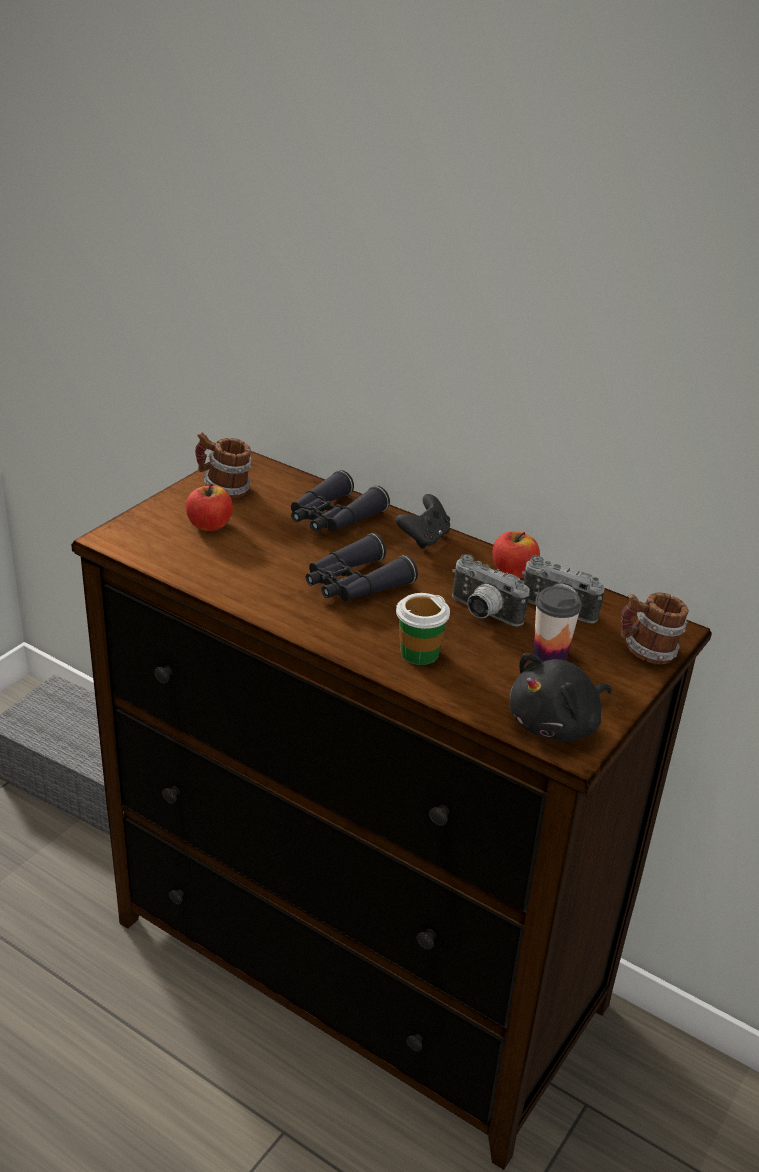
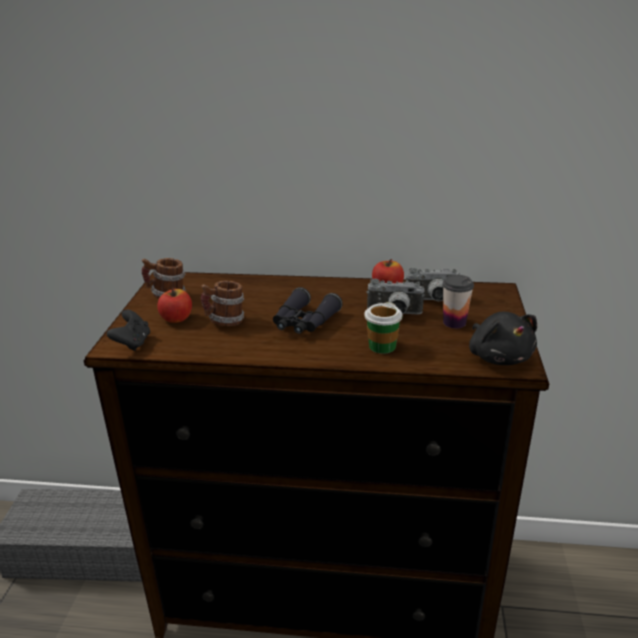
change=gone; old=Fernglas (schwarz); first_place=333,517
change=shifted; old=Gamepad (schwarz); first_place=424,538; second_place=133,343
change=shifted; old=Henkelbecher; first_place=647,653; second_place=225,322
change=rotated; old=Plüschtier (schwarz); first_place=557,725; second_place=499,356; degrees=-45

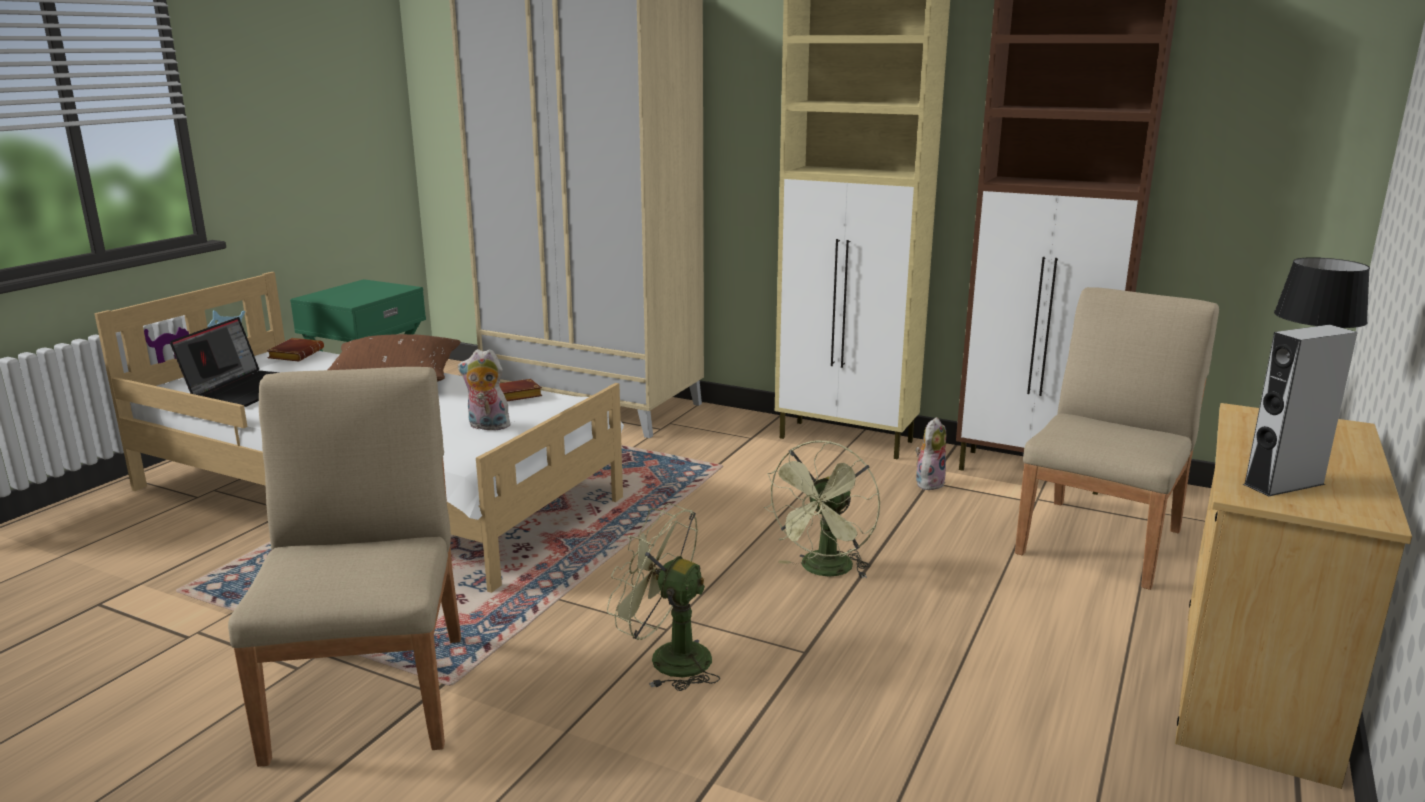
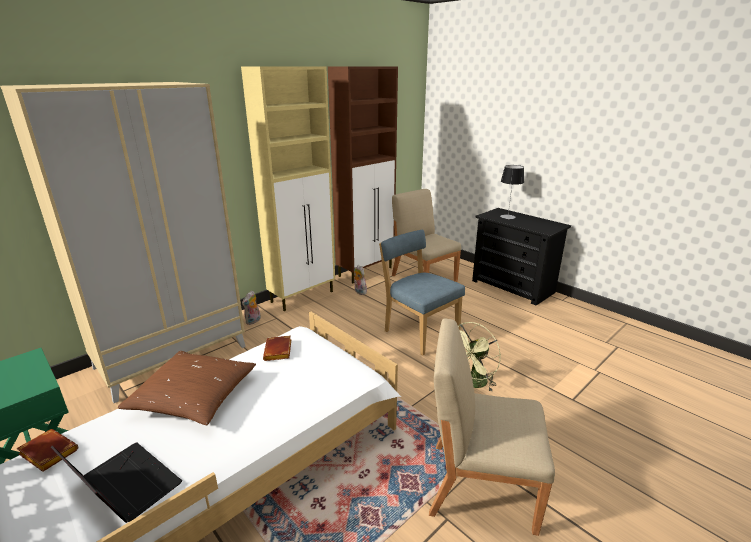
change=gone; old=Lautsprecher (grau); first_place=1283,484
change=shifted; old=Plüschtier; first_place=487,427; second_place=253,321
change=repainted; old=Kommode (beige); new=Kommode (schwarz); first_place=1254,689; second_place=513,287
change=swapped; old=Ventilator (grün); new=Stuhl (blau); first_place=824,571; second_place=418,332

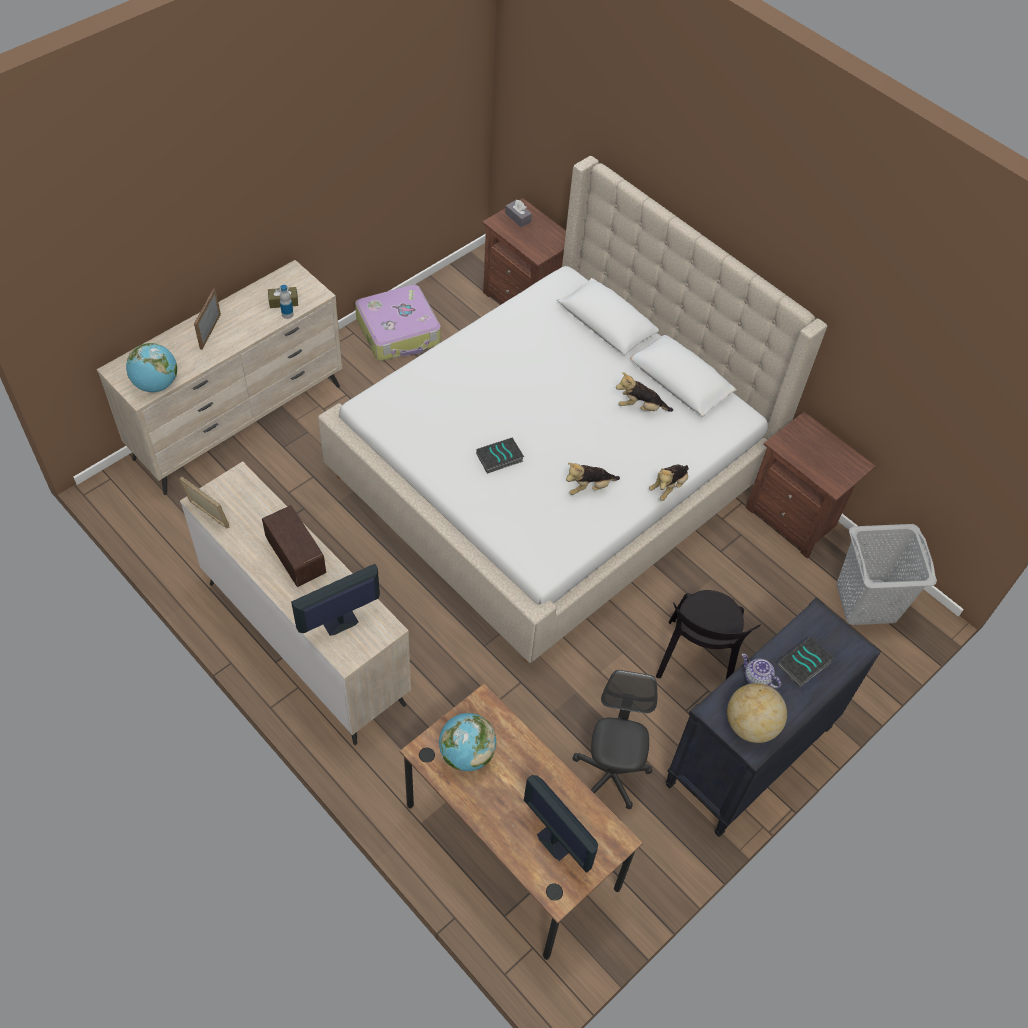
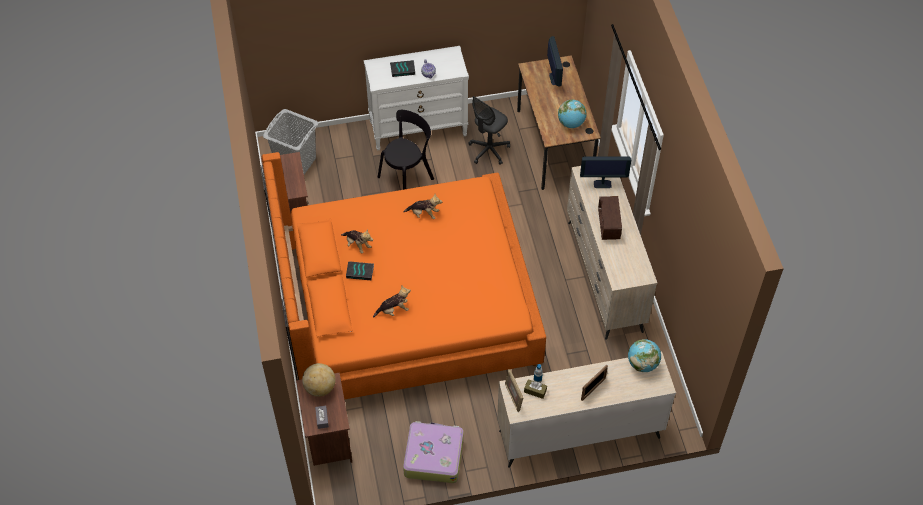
change=repainted; old=Bett (beige); new=Bett (orange); first_place=553,475; second_place=405,305
change=shifted; old=Buch; first_place=499,458; second_place=360,272
change=shifted; old=Plüschtier; first_place=668,487; second_place=393,310
change=shifted; old=Bilderrahmen; first_place=208,515; second_place=513,397
change=repainted; old=Kommode (schwarz); new=Kommode (weiß); first_place=748,757; second_place=418,128
change=shifted; old=Globus; first_place=750,725; second_place=320,388

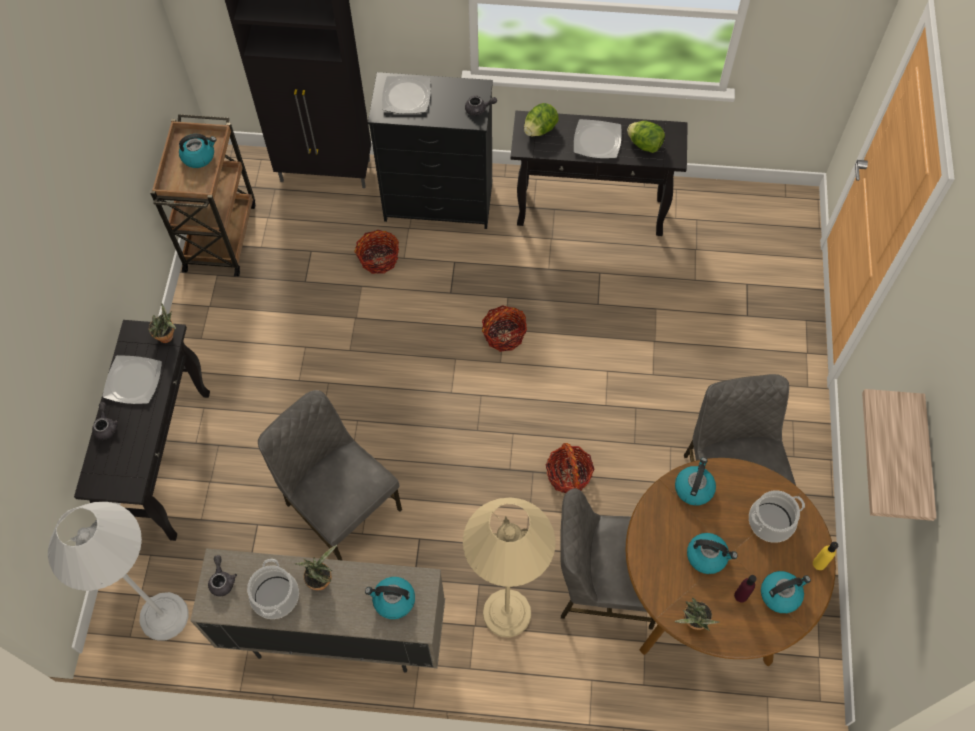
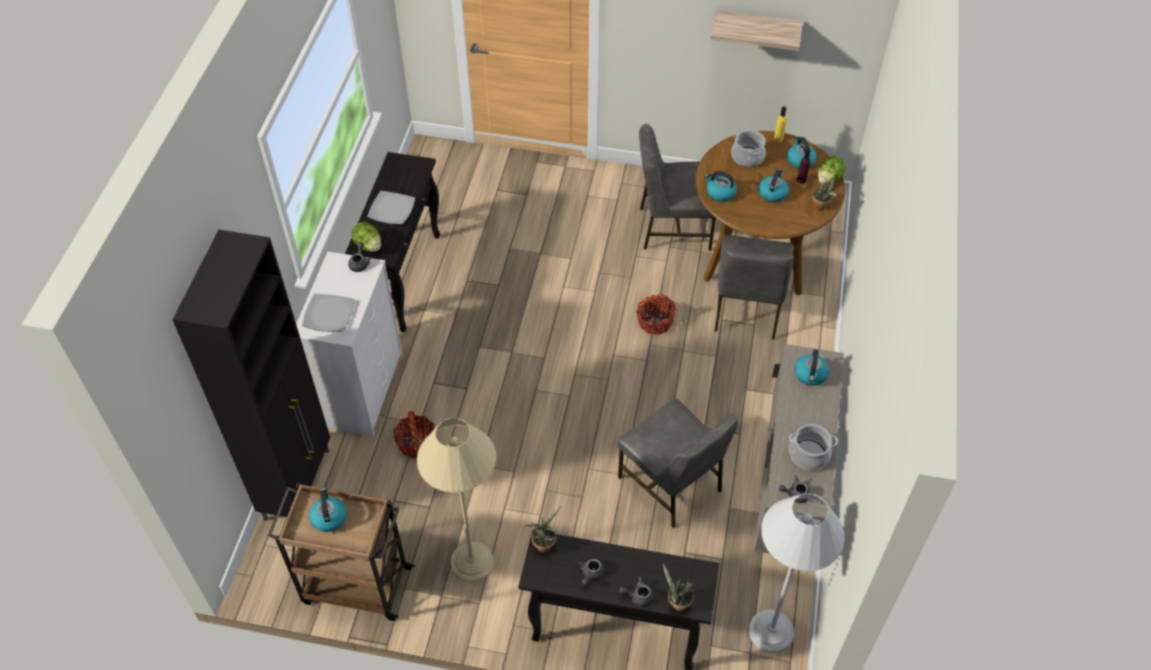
change=repainted; old=Kommode (schwarz); new=Kommode (weiß); first_place=439,201; second_place=362,389
change=shifted; old=Salatkopf; first_place=645,144; second_place=829,179
change=gone; old=Korb; first_place=504,335
change=swapped; old=Teller; new=Teekanne (grau); first_place=133,381; second_place=591,574
change=rotated; old=Stuhl (grau); first_place=341,506; second_place=672,484; degrees=-90
change=shifted; old=Stehlampe (beige); first_place=506,613; second_place=472,562
change=shifted; old=Topfpflanze; first_place=321,579; second_place=677,603

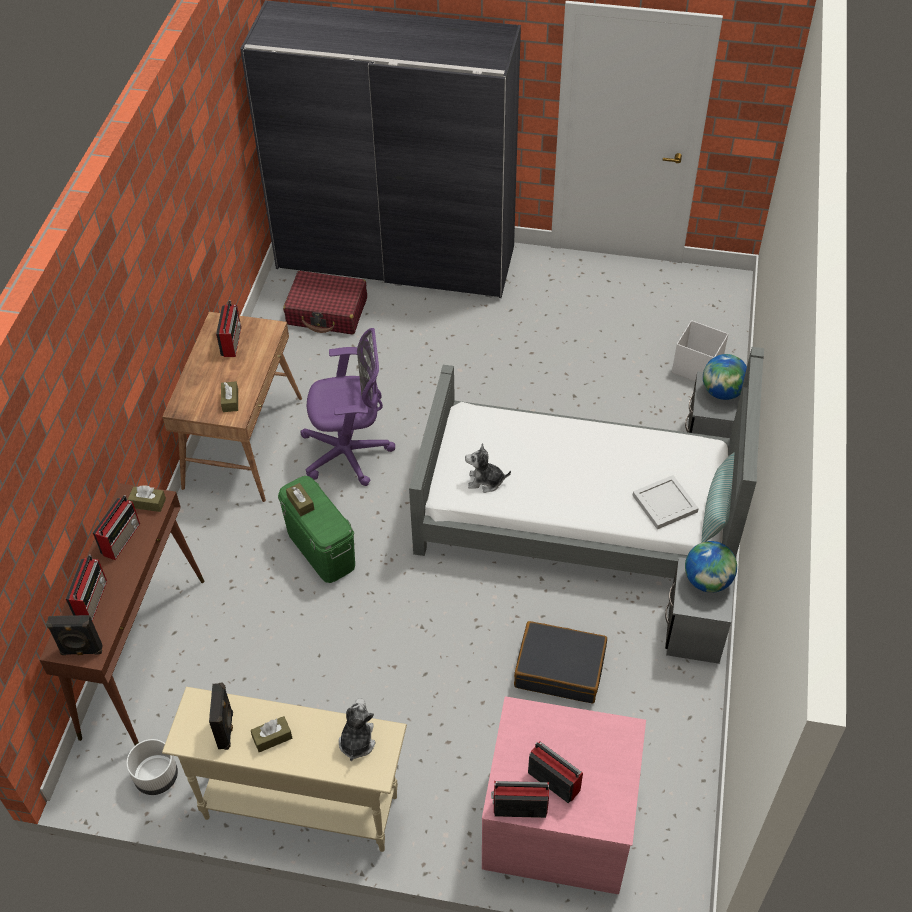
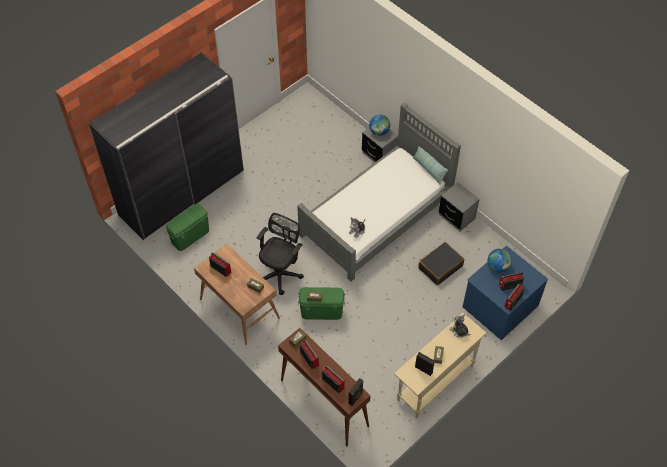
change=swapped; old=Koffer (rot); new=Aufbewahrungsbox (grün); first_place=327,312; second_place=190,236
change=gone; old=Aufbewahrungsbox (weiß); first_place=696,367
change=repainted; old=Bürostuhl (lila); new=Bürostuhl (schwarz); first_place=350,453; second_place=280,273
change=gone; old=Tablett (weiß); first_place=665,503
change=shifted; old=Globus; first_place=707,581; second_place=497,266
change=repainted; old=Kommode (rosa); new=Kommode (blau); first_place=559,820; second_place=499,305
change=gone; old=Pflanzkübel (weiß); first_place=157,777

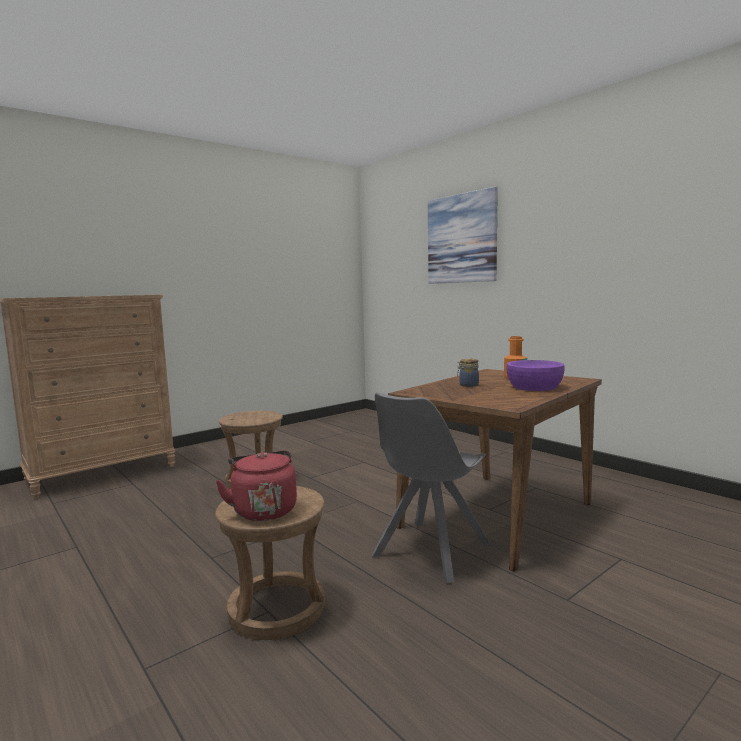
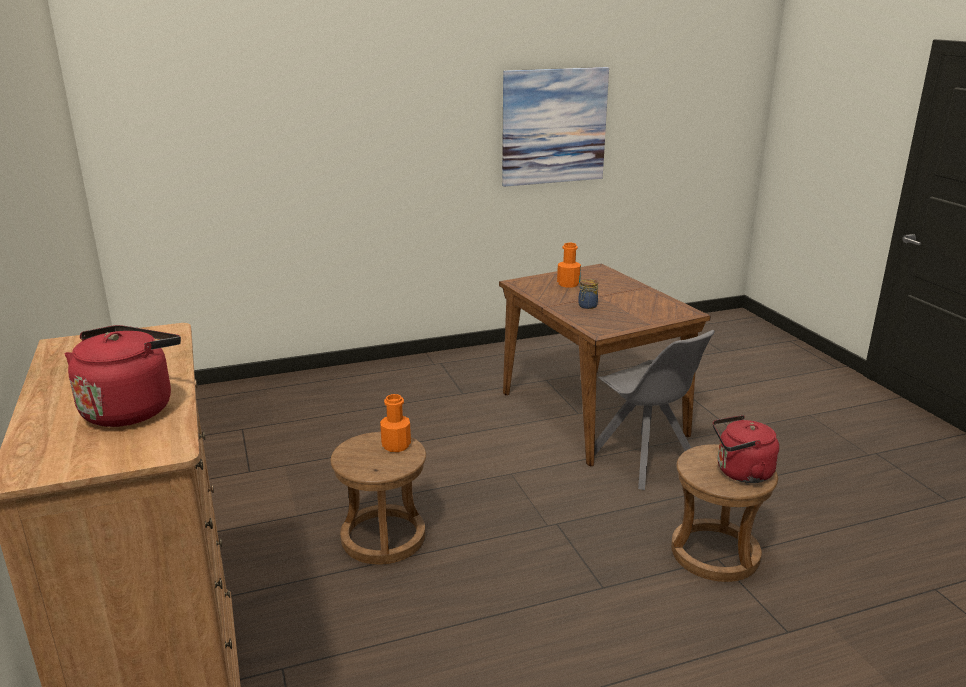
change=shifted; old=Bild; first_place=461,239; second_place=554,126
change=gone; old=Schüssel (lila); first_place=534,387
change=new; new=Wasserkessel (rot); second_place=131,408
change=new; new=Flasche (orange); second_place=396,445

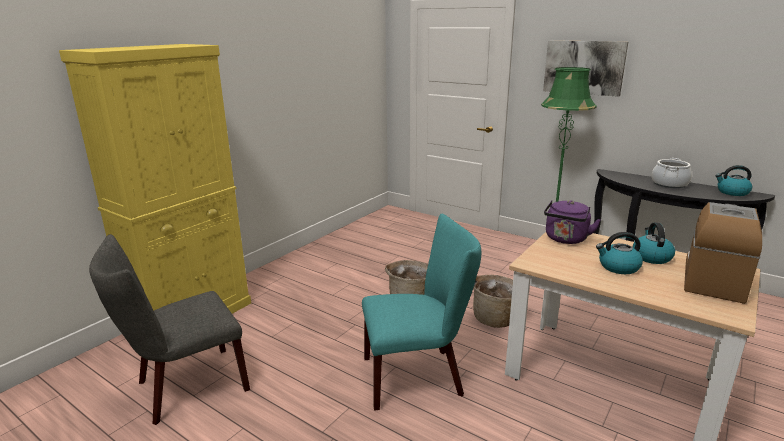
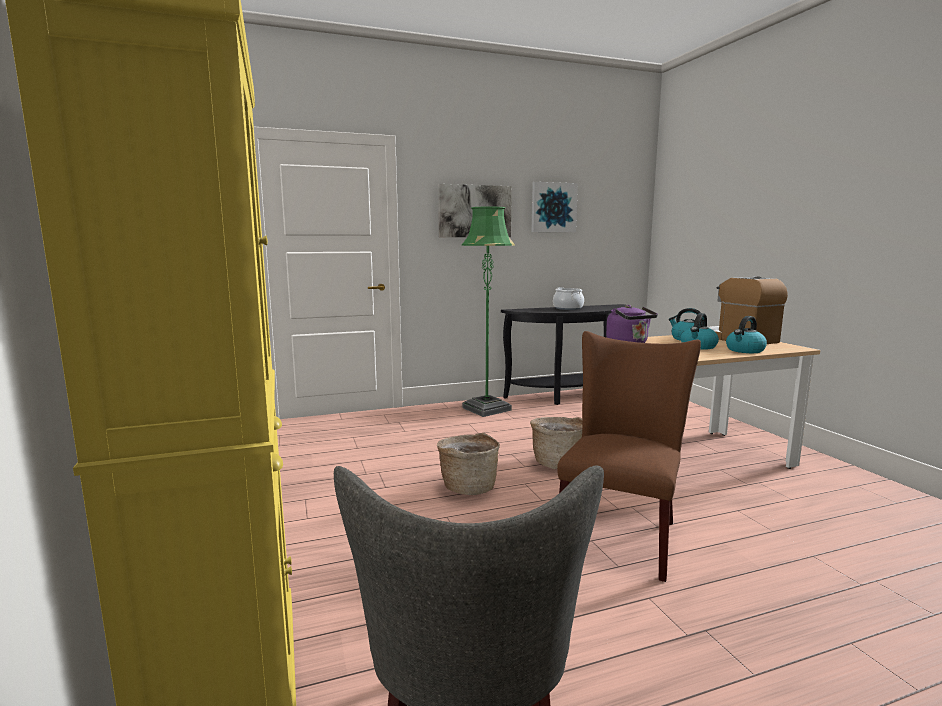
change=shifted; old=Wasserkessel; first_place=732,192; second_place=745,350
change=repainted; old=Stuhl (türkis); new=Stuhl (braun); first_place=419,376; second_place=620,533
change=new; new=Bild; second_place=553,207

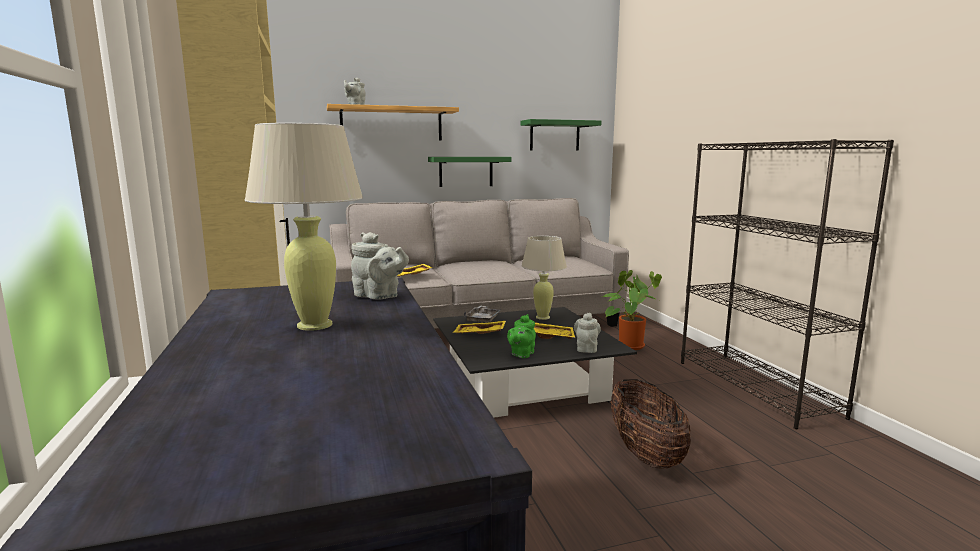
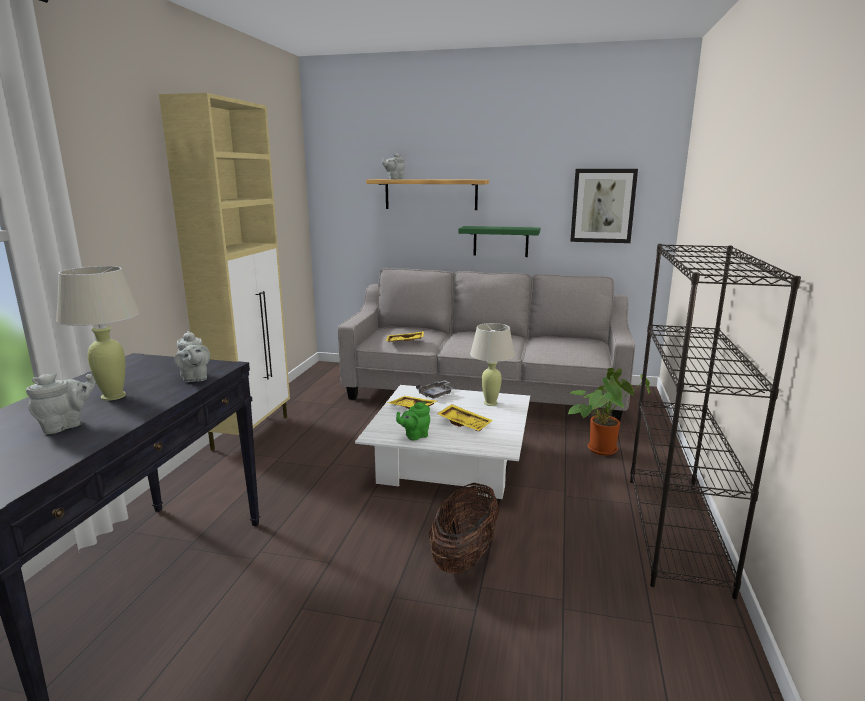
change=swapped; old=Wandregal (grün); new=Bild; first_place=554,136; second_place=602,206
change=repainted; old=Couchtisch (schwarz); new=Couchtisch (weiß); first_place=525,383; second_place=451,461
change=shifted; old=Teekanne (grau); first_place=586,348; second_place=66,425

